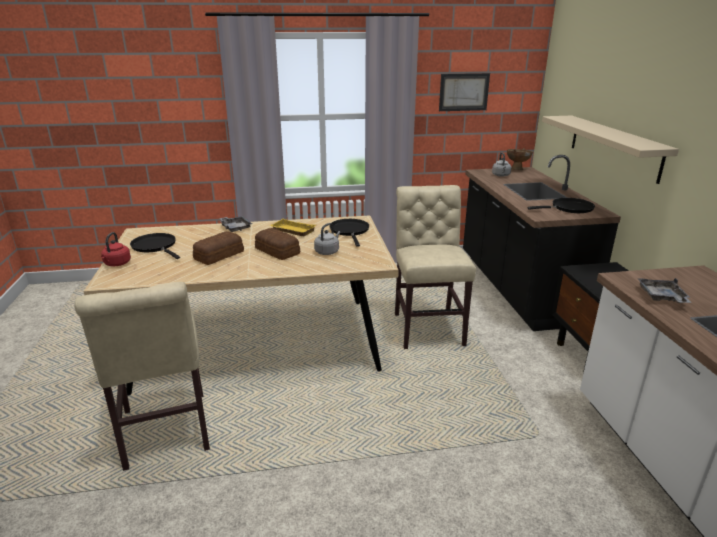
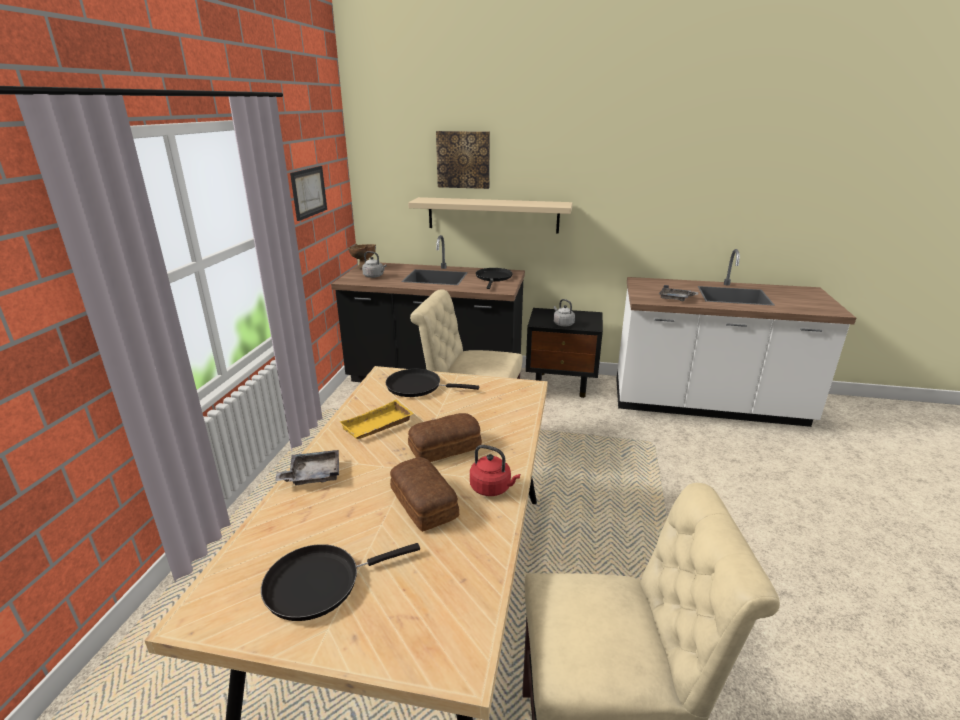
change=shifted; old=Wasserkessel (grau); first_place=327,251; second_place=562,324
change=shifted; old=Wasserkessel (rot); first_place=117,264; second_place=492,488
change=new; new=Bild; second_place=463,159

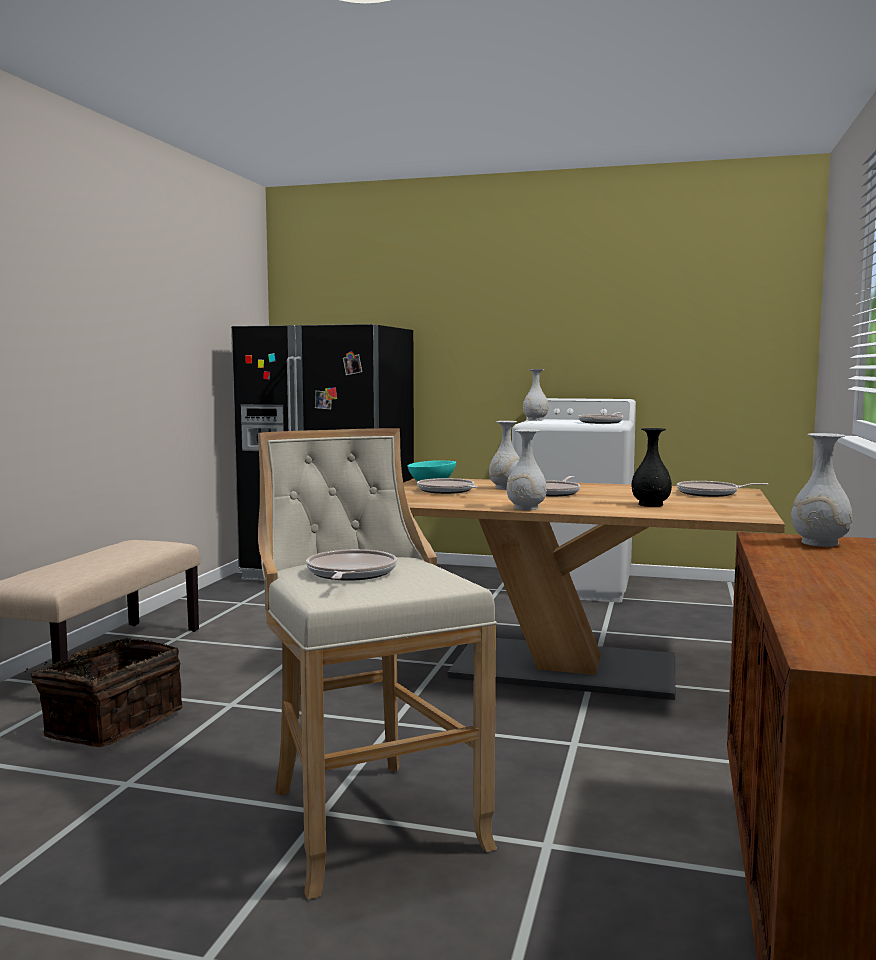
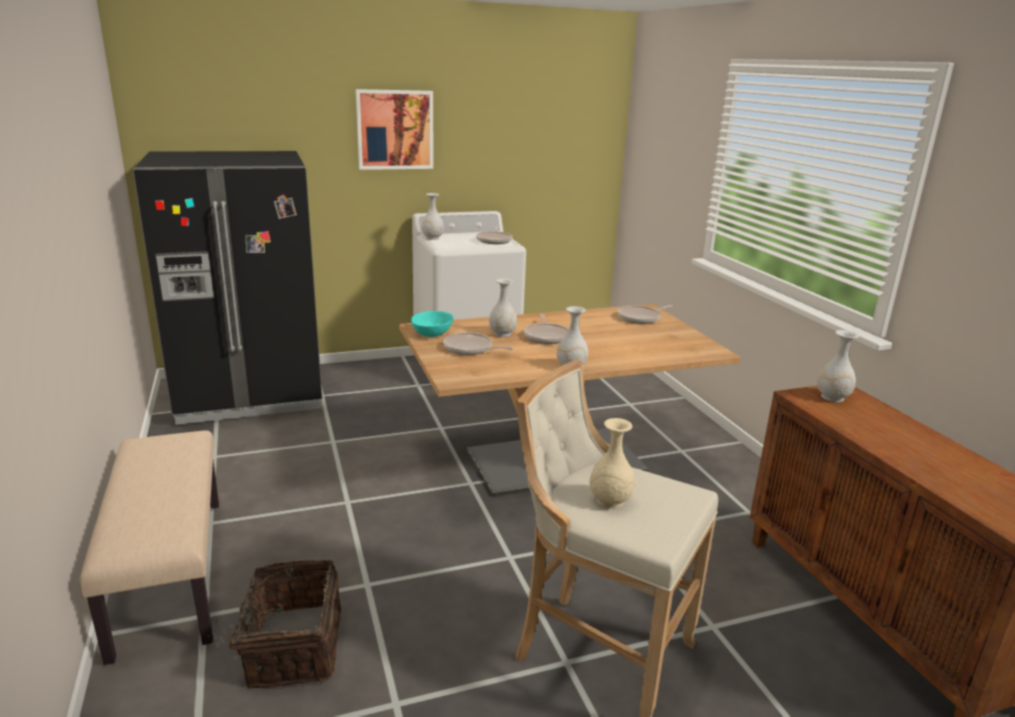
change=gone; old=Vase (schwarz); first_place=651,505
change=swapped; old=Pfanne; new=Vase (beige); first_place=350,574; second_place=609,501
change=new; new=Bild; second_place=395,129

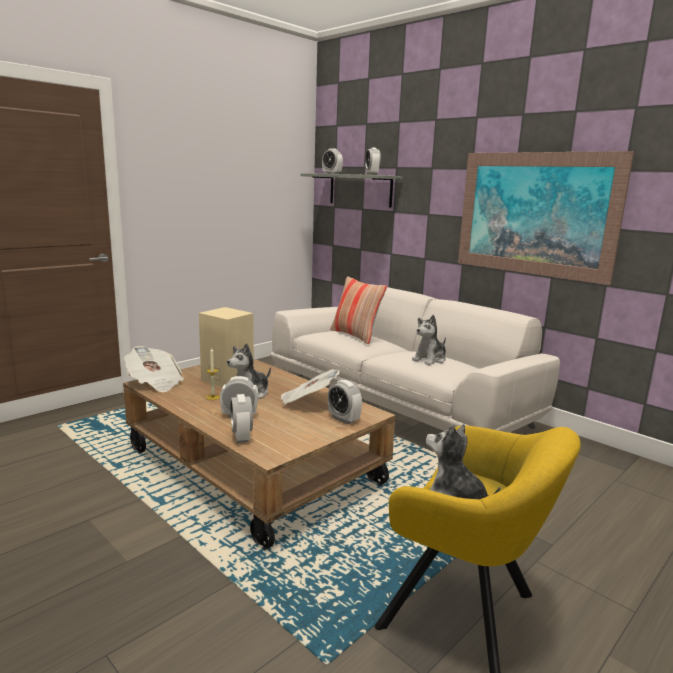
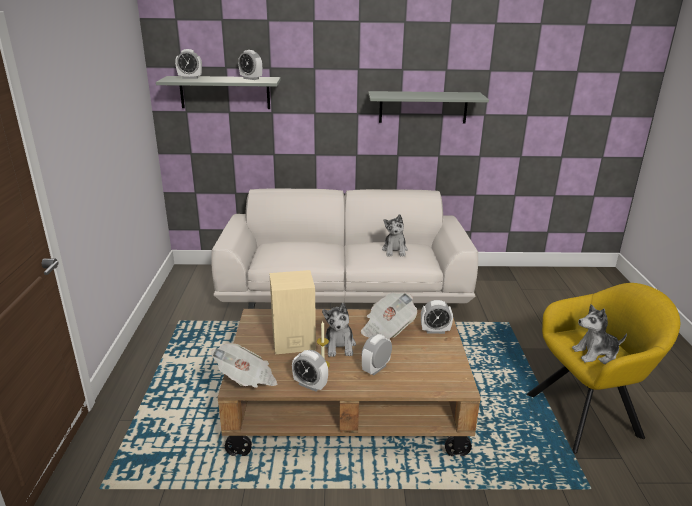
change=swapped; old=Bild; new=Wandregal (grau); first_place=535,214; second_place=423,107
change=gone; old=Kissen; first_place=355,335
change=shifted; old=Wecker; first_place=241,437; second_place=310,385

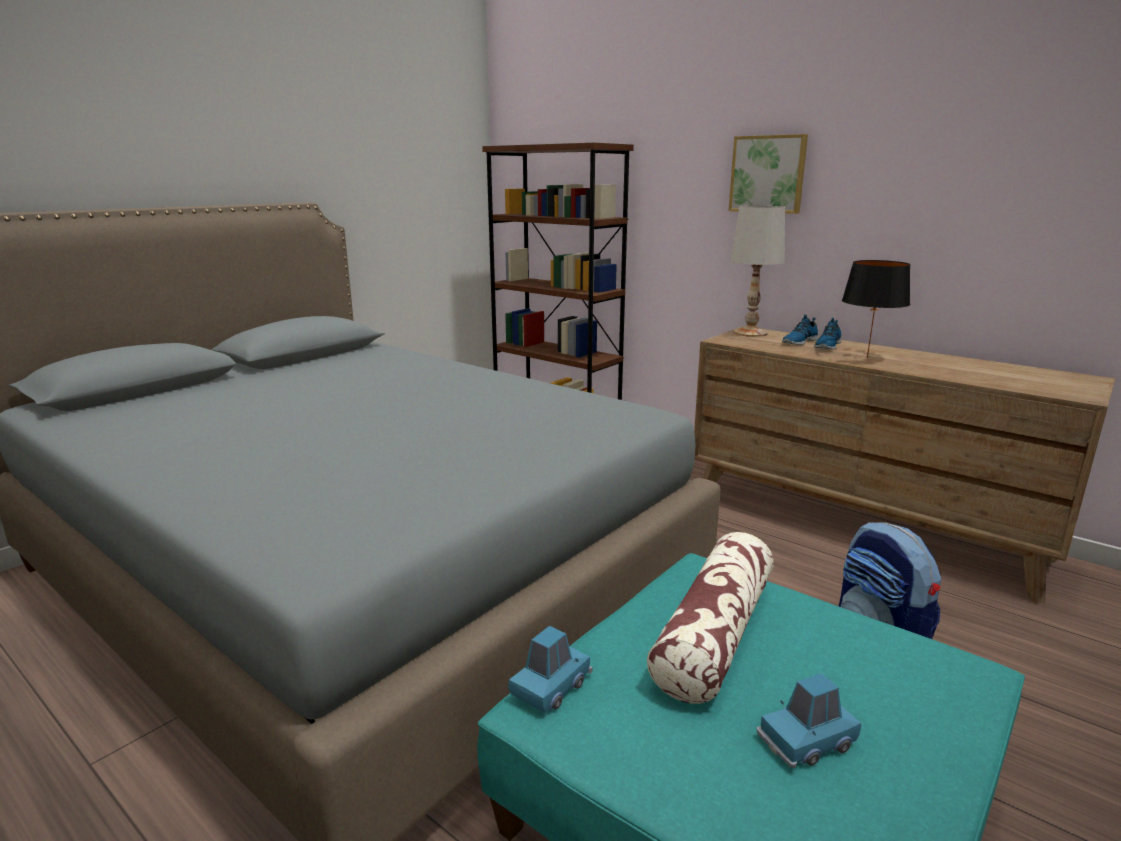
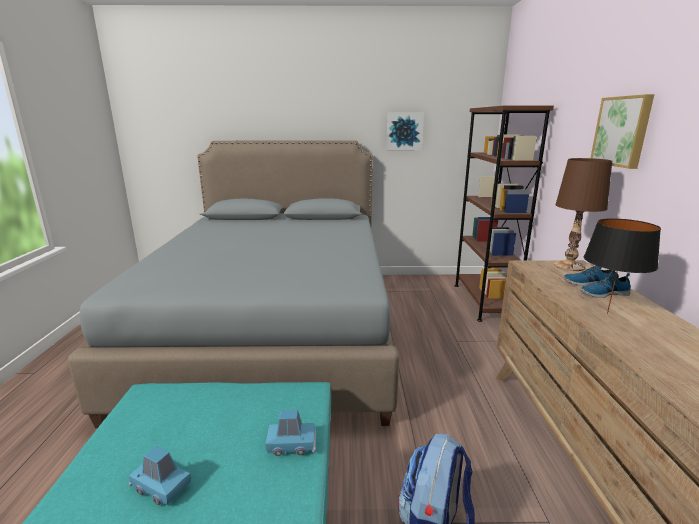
change=repainted; old=Tischlampe (weiß); new=Tischlampe (braun); first_place=751,333; second_place=569,266
change=gone; old=Kissen; first_place=714,633
change=shifted; old=Spielzeugauto (blau); first_place=551,686; second_place=292,444
change=new; new=Bild; second_place=404,131

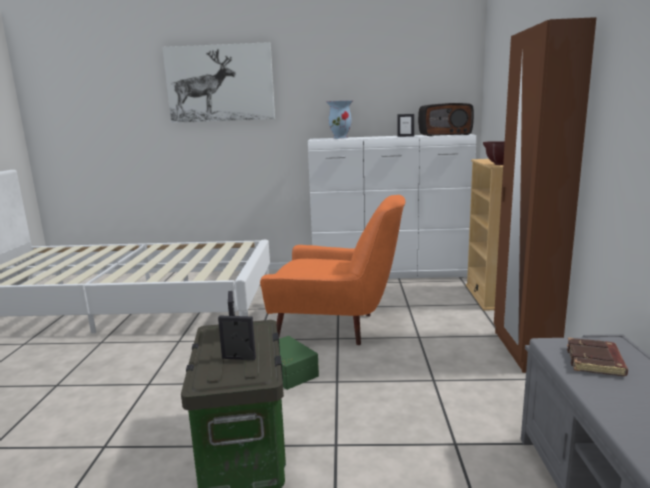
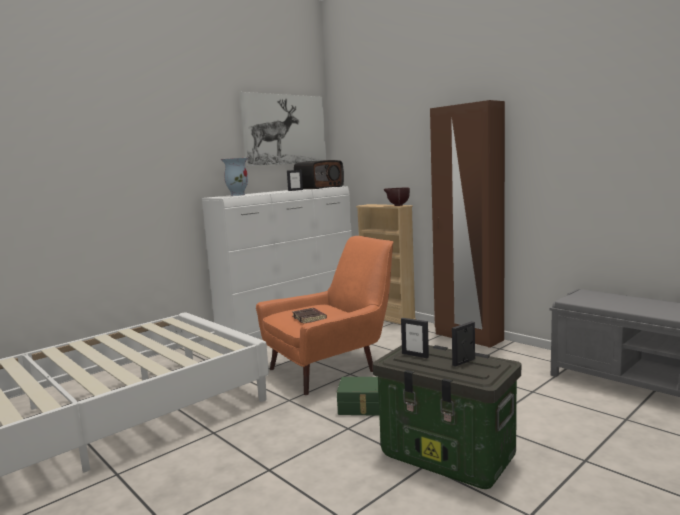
change=shifted; old=Bild; first_place=220,83; second_place=284,129
change=shifted; old=Buch (braun); first_place=596,362; second_place=310,318

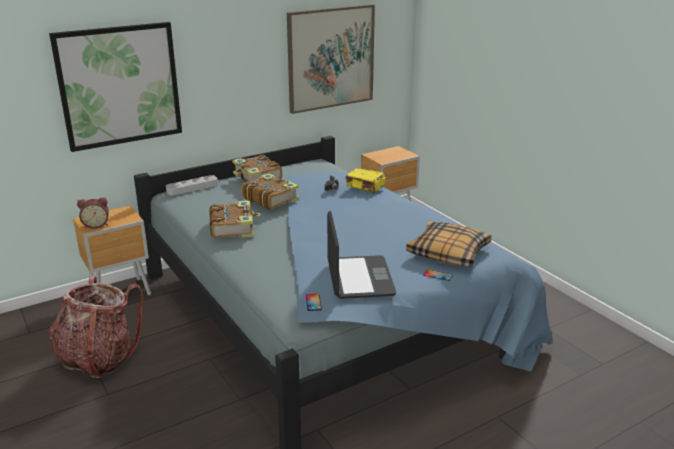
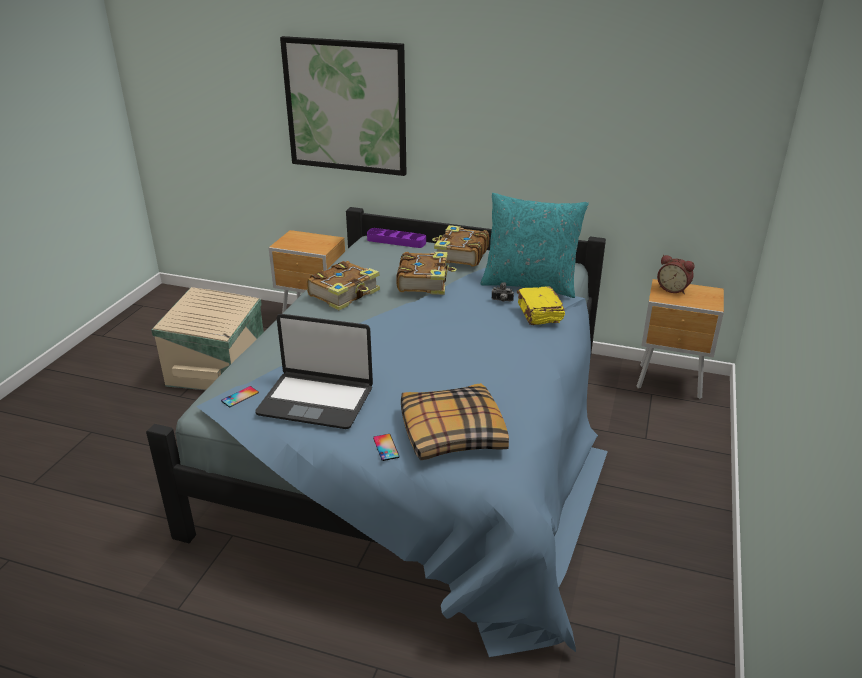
change=gone; old=Bild; first_place=331,58
change=repainted; old=Tablett (grau); new=Tablett (lila); first_place=192,188; second_place=396,241
change=shifted; old=Wecker; first_place=96,225; second_place=673,289
change=rotated; old=Laptop; first_place=359,278; second_place=316,400; degrees=60
change=swapped; old=Rucksack; new=Aufbewahrungsbox (beige); first_place=99,358; second_place=219,365
change=new; new=Kissen (türkis); second_place=530,284

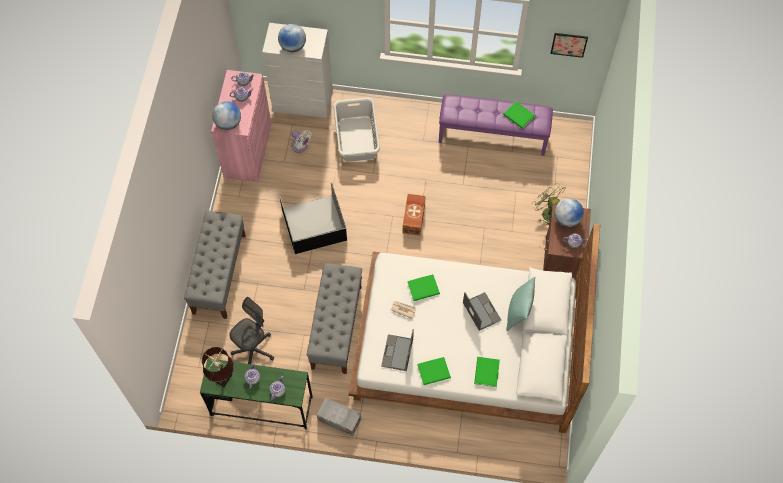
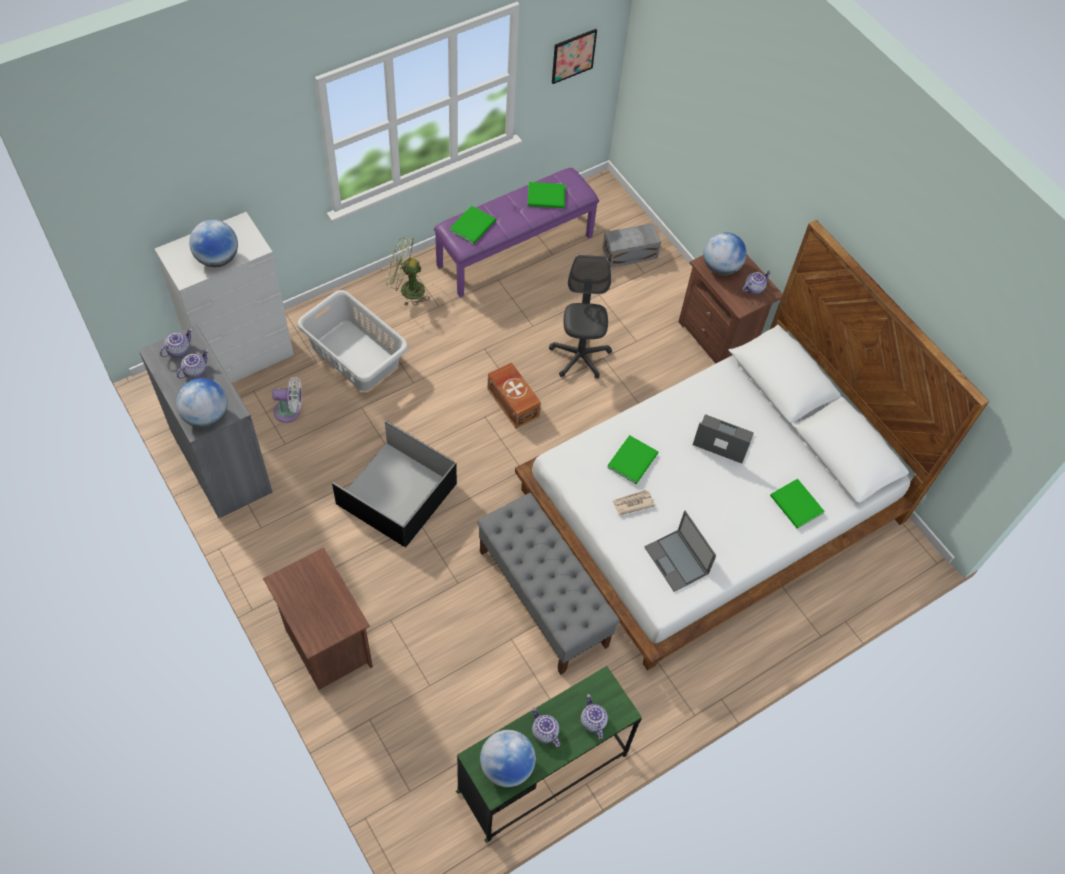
change=repainted; old=Schrank (rosa); new=Schrank (grau); first_place=248,150; second_place=221,461
change=shifted; old=Ventilator (grün); first_place=547,212; second_place=406,290
change=swapped; old=Bank (grau); new=Nachttisch (braun); first_place=219,273; second_place=326,645
change=gone; old=Kissen (türkis); first_place=518,312
change=shifted; old=Bürostuhl (grau); first_place=253,350; second_place=580,357
change=swapped; old=Tischlampe (braun); new=Globus; first_place=223,379; second_place=506,766
change=shifted; old=Buch (grün); first_place=434,372; second_place=474,225
change=shifted; old=Aufbewahrungsbox (grau); first_place=339,420; second_place=630,254

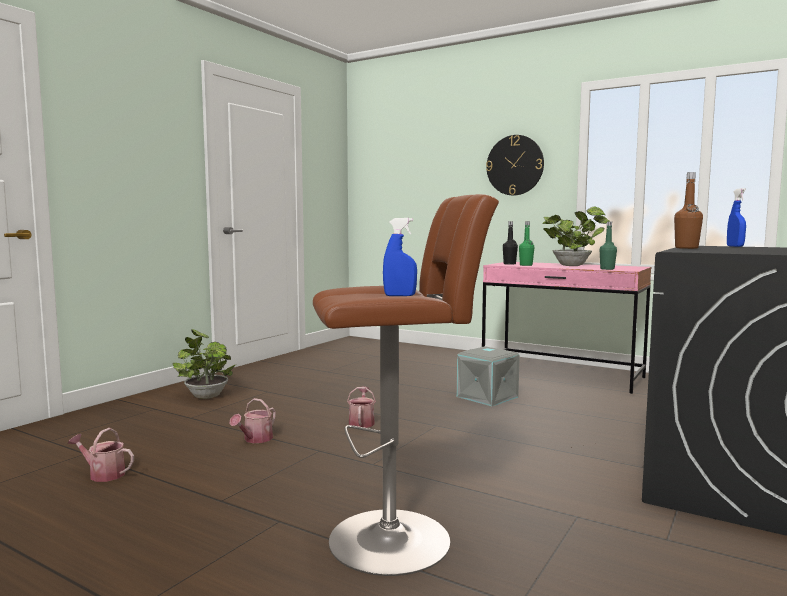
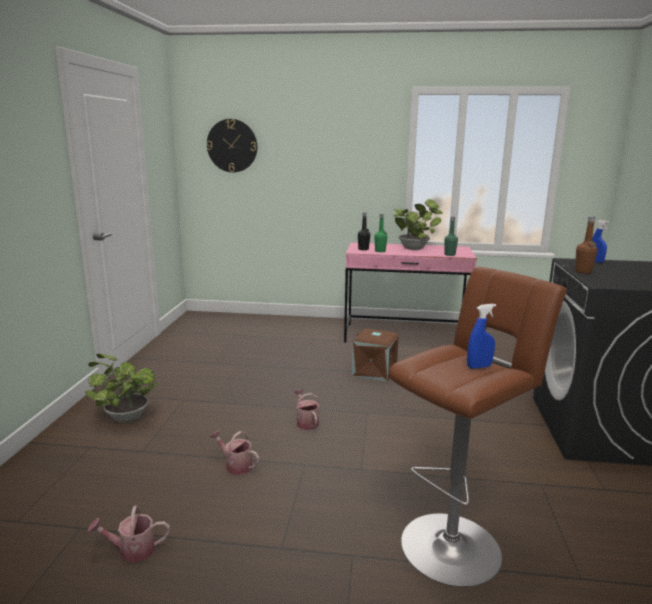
change=shifted; old=Wanduhr; first_place=515,165; second_place=232,145
change=repainted; old=Aufbewahrungsbox (grau); new=Aufbewahrungsbox (braun); first_place=486,397; second_place=374,371
change=rotated; old=Gießkanne; first_place=255,439; second_place=235,465; degrees=120

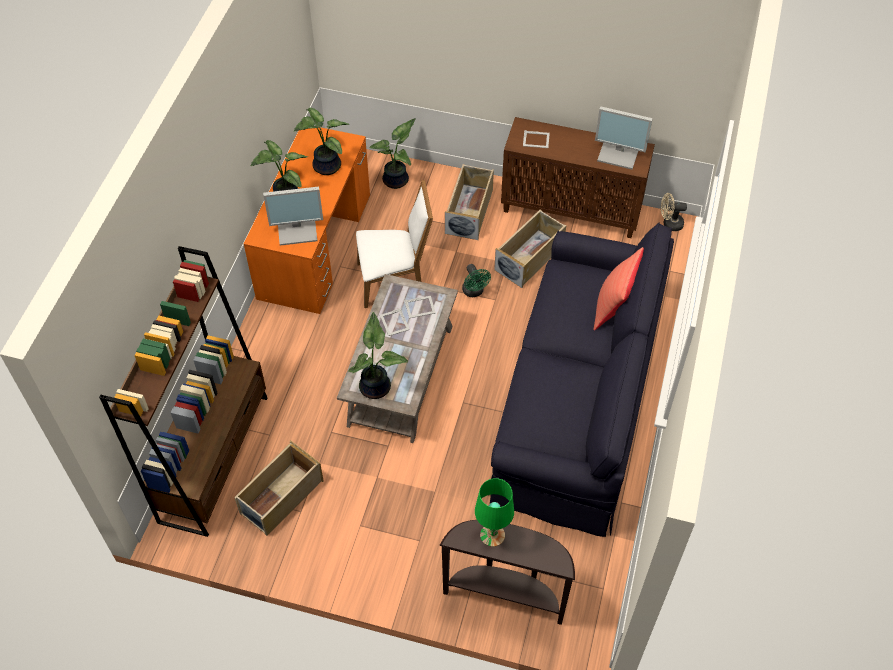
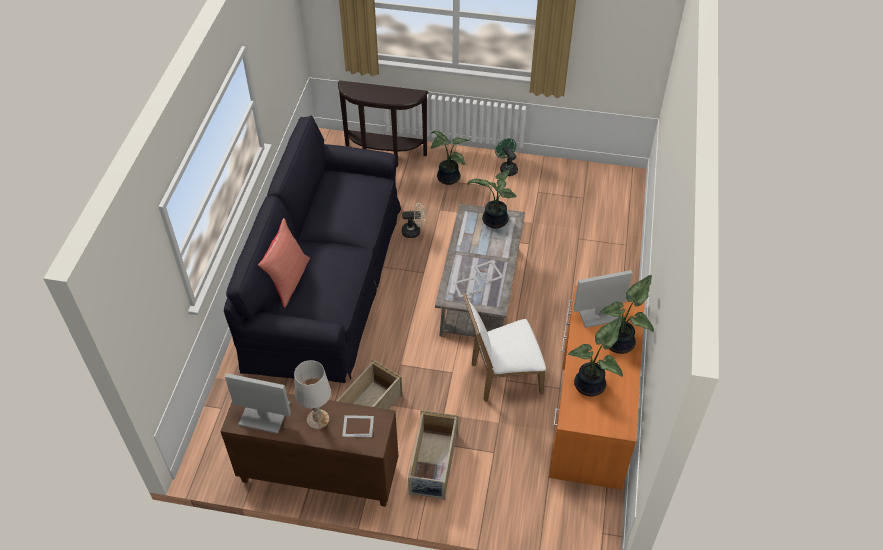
change=shifted; old=Topfpflanze; first_place=397,180; second_place=446,178
change=shifted; old=Ventilator (beige); first_place=669,224; second_place=414,231
change=gone; old=Bücherregal (braun); first_place=214,458
change=shifted; old=Ventilator (grün); first_place=474,292; second_place=507,168
change=gone; old=Aufbewahrungsbox (beige); first_place=281,497
change=gone; old=Tischlampe (grün); first_place=492,535
change=new; new=Tischlampe (weiß); second_place=317,419

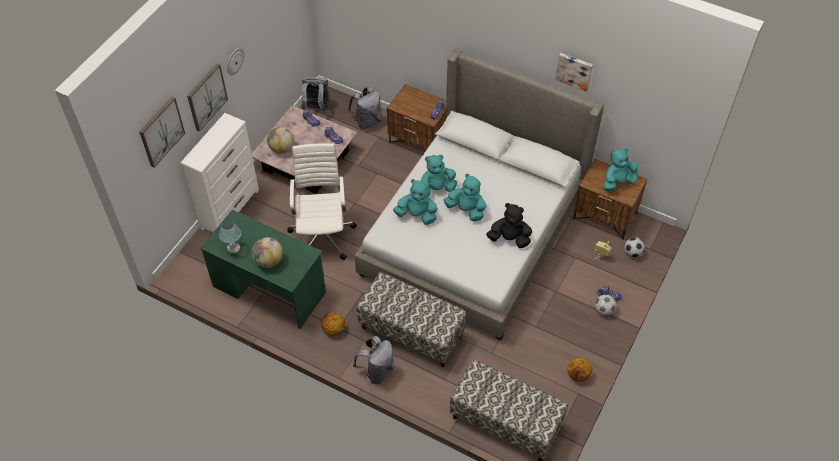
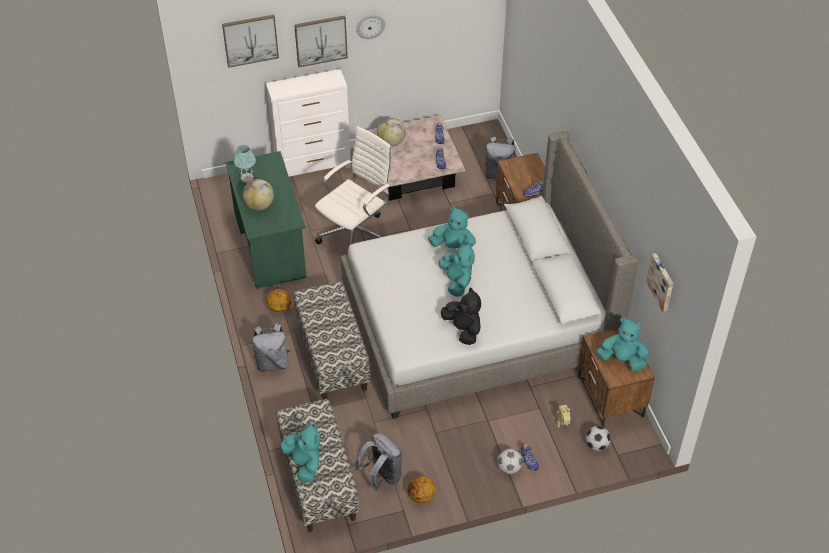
change=shifted; old=Bild; first_place=574,71; second_place=661,282
change=shifted; old=Rucksack (grau); first_place=316,109; second_place=381,477
change=shifted; old=Plüschtier (türkis); first_place=417,215; second_place=304,464

